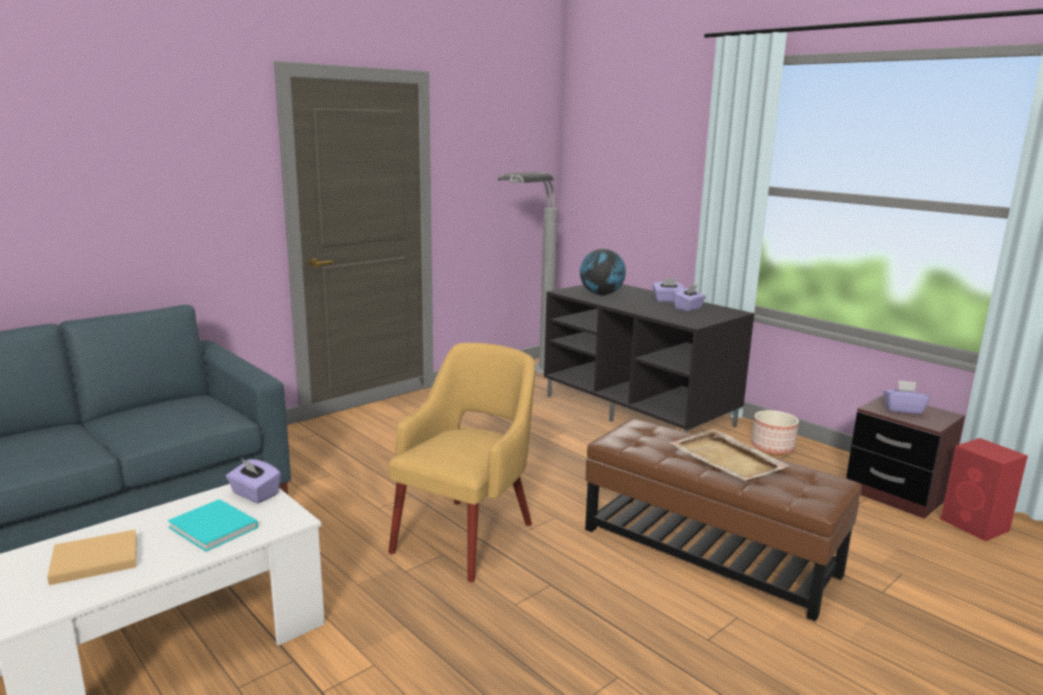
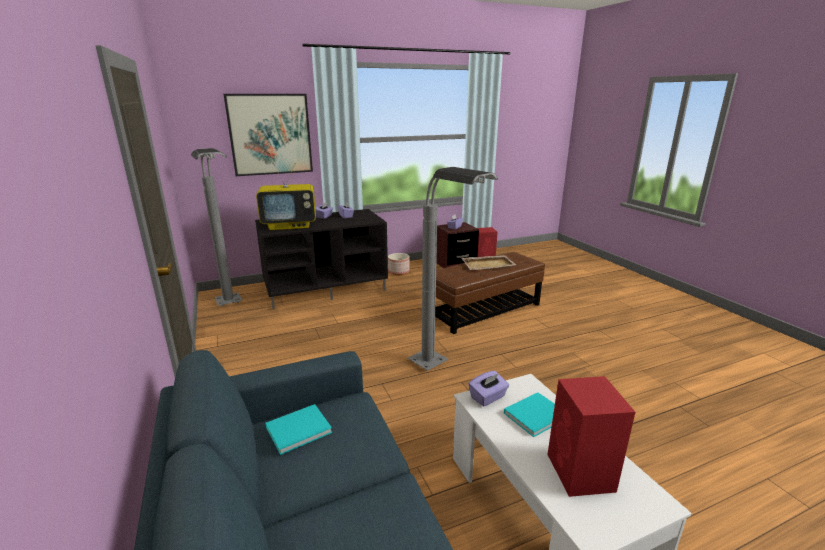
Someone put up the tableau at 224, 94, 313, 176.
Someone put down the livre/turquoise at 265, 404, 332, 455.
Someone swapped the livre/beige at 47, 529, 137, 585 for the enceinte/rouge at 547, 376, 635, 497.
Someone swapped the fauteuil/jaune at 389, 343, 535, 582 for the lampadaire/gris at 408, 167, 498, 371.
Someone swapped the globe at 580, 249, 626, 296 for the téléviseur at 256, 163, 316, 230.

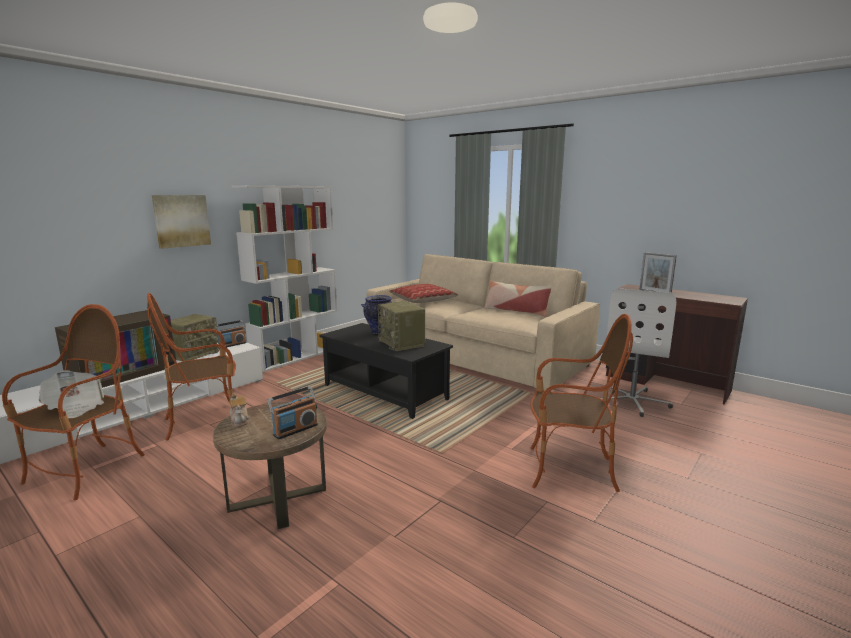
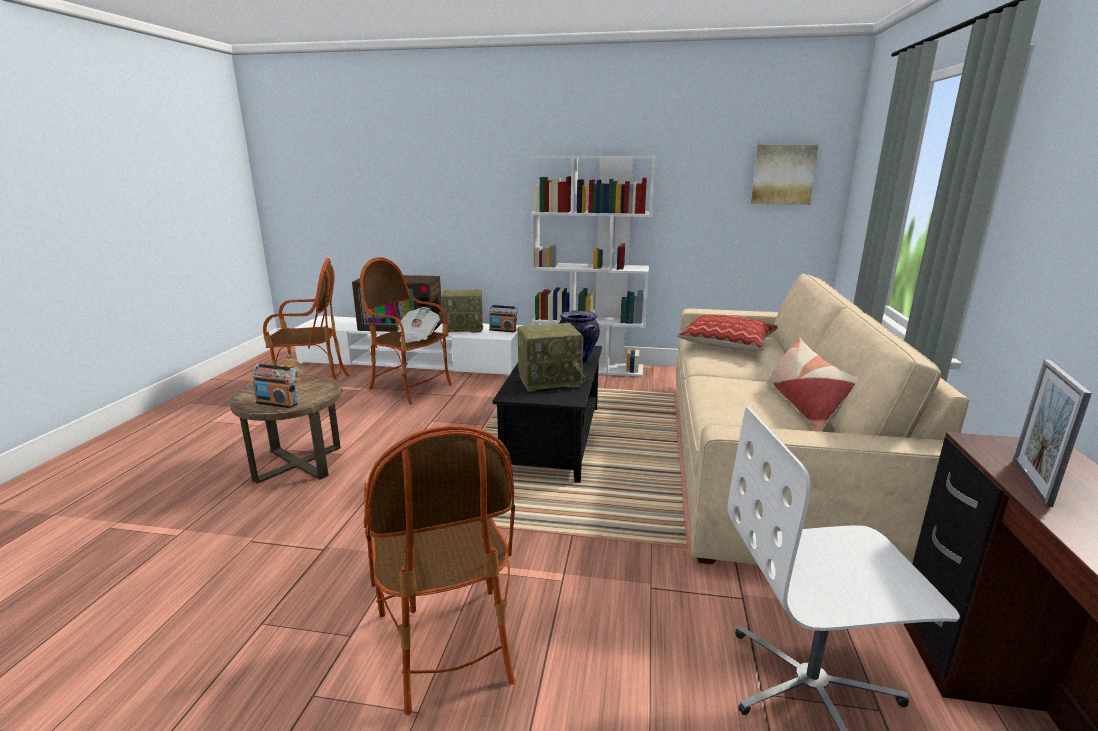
Someone carried the journal from 38, 370, 104, 418 to 398, 307, 440, 343.
Someone carried the tableau from 152, 195, 211, 249 to 751, 145, 818, 205.
Someone rotated the radio at 378, 301, 425, 351 by 135 degrees counterclockwise.

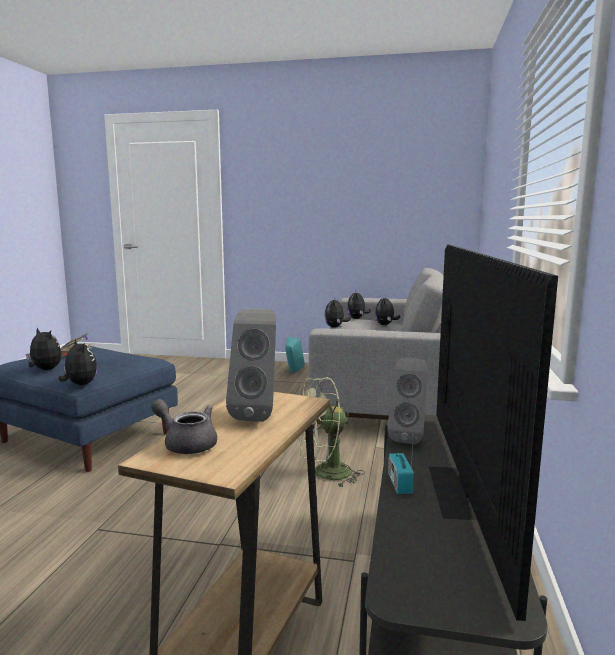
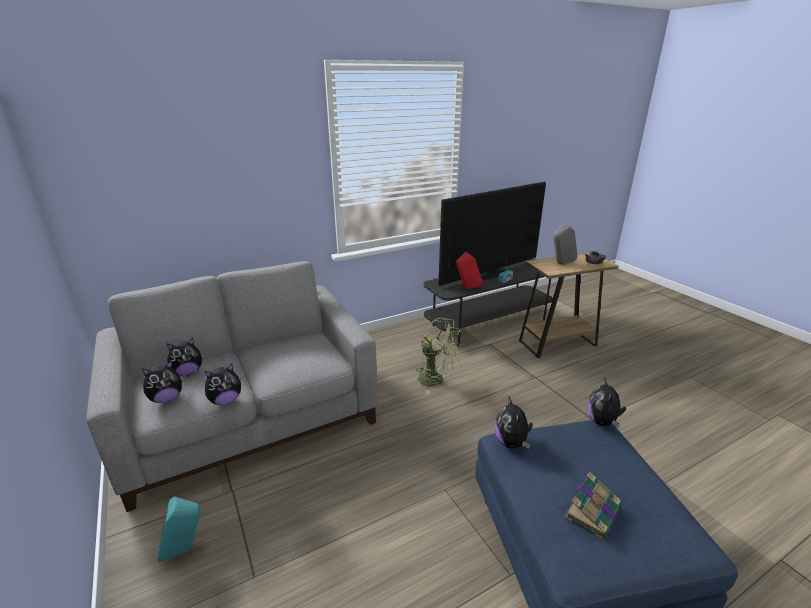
Someone carried the peluche from 26, 327, 62, 370 to 495, 397, 533, 449.
Someone repainted the enceinte/gris at 387, 358, 427, 444, which became the enceinte/rouge at 456, 251, 483, 289.

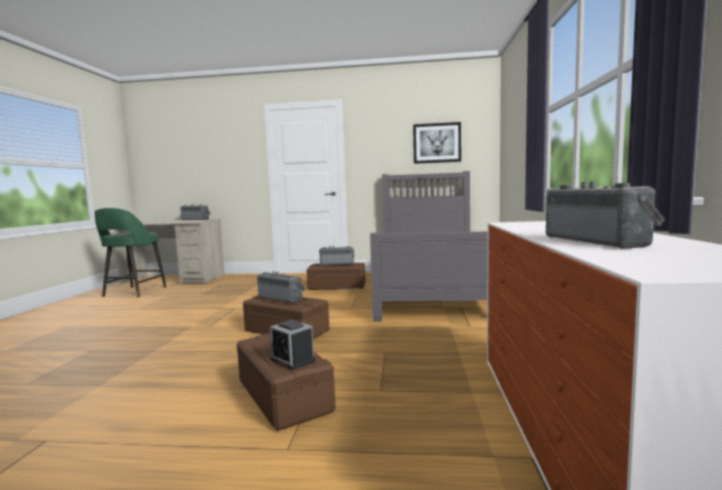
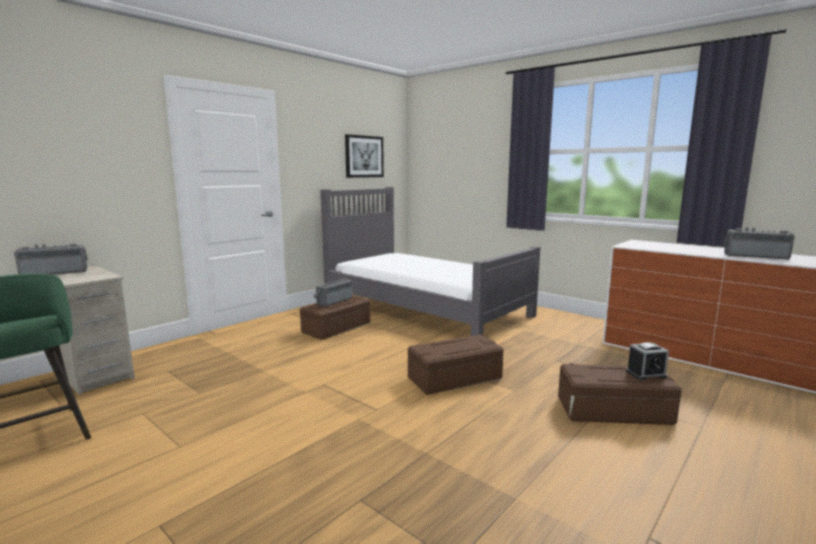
Someone took away the radio at 257, 271, 306, 303.

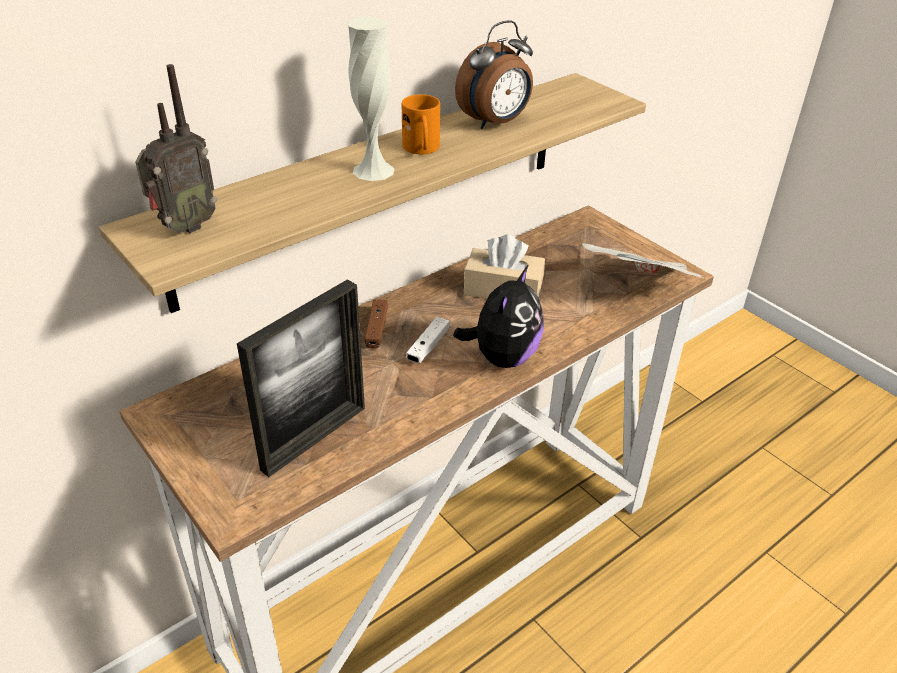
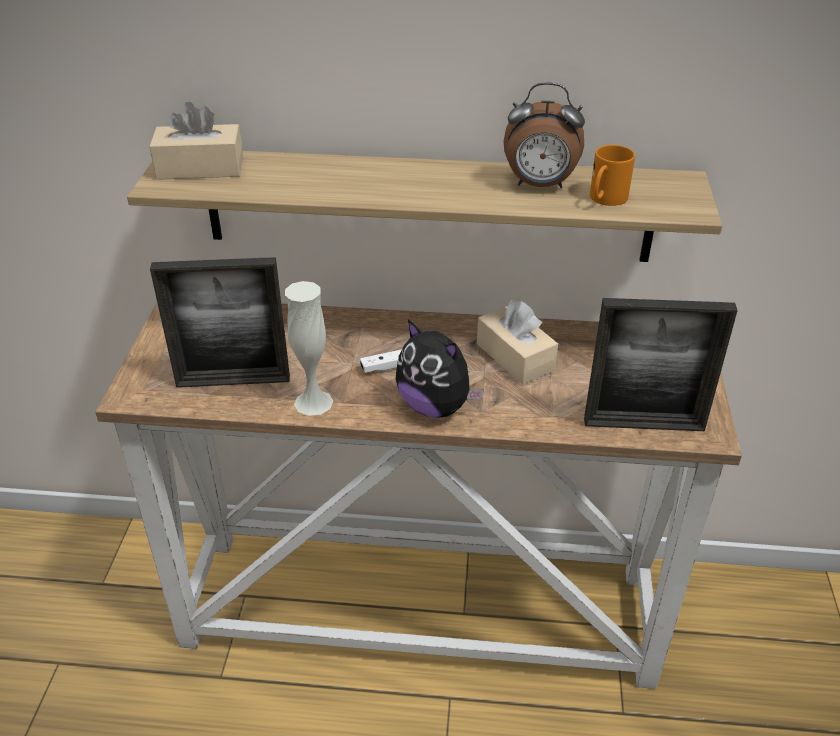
Someone took away the manette/marron at 365, 299, 388, 349.
Someone carried the vase/blanc from 347, 16, 394, 181 to 285, 281, 333, 416.
Someone carried the mug/orange from 402, 94, 440, 154 to 590, 145, 635, 206.
Someone swapped the radio at 136, 64, 217, 233 for the boîte à mouchoirs/beige at 149, 102, 243, 180.
Someone swapped the journal at 582, 243, 703, 278 for the cadre photo at 584, 298, 738, 431.
Someone rotated the peluche at 453, 266, 544, 368 by 60 degrees clockwise.

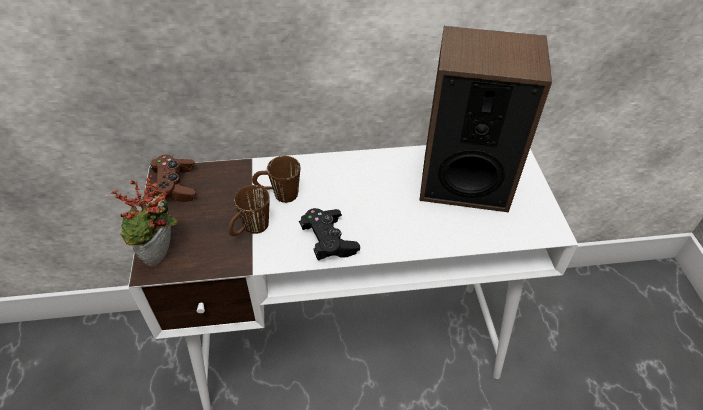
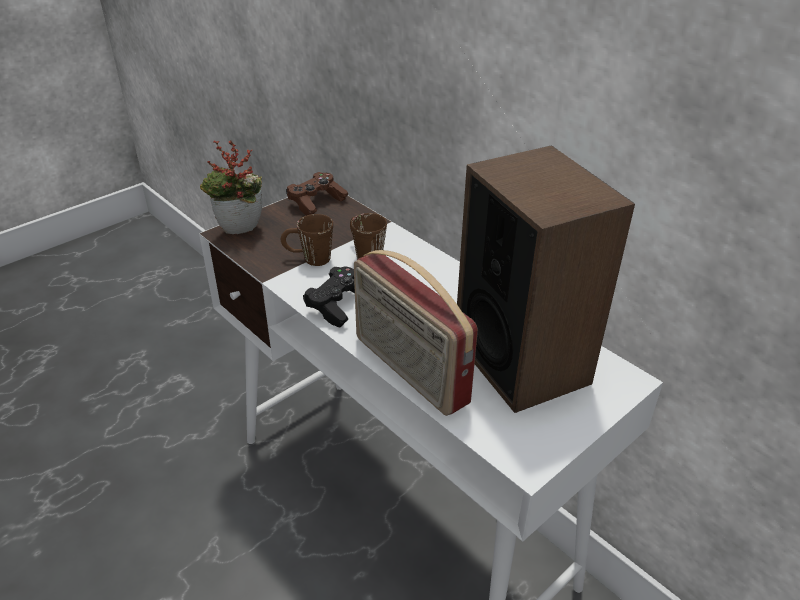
Someone put down the radio at 354, 250, 478, 416.

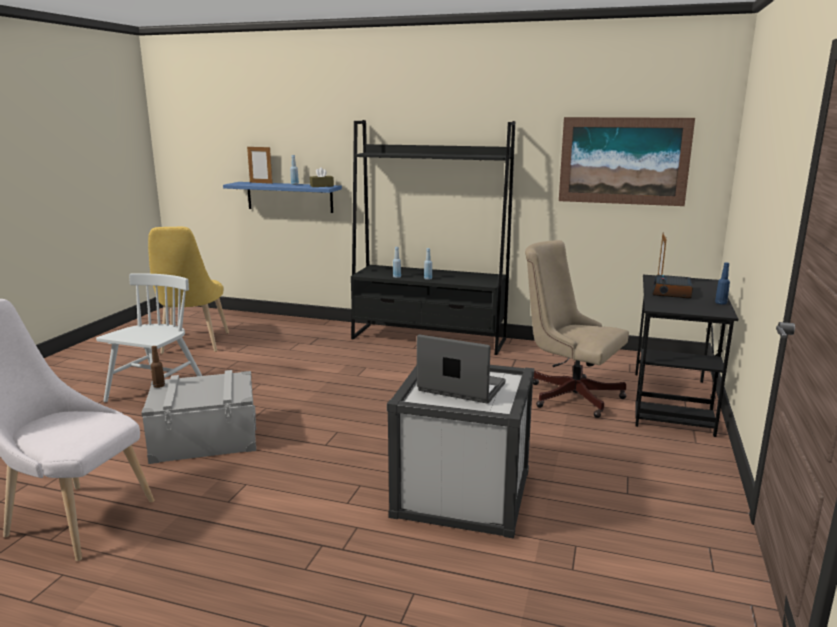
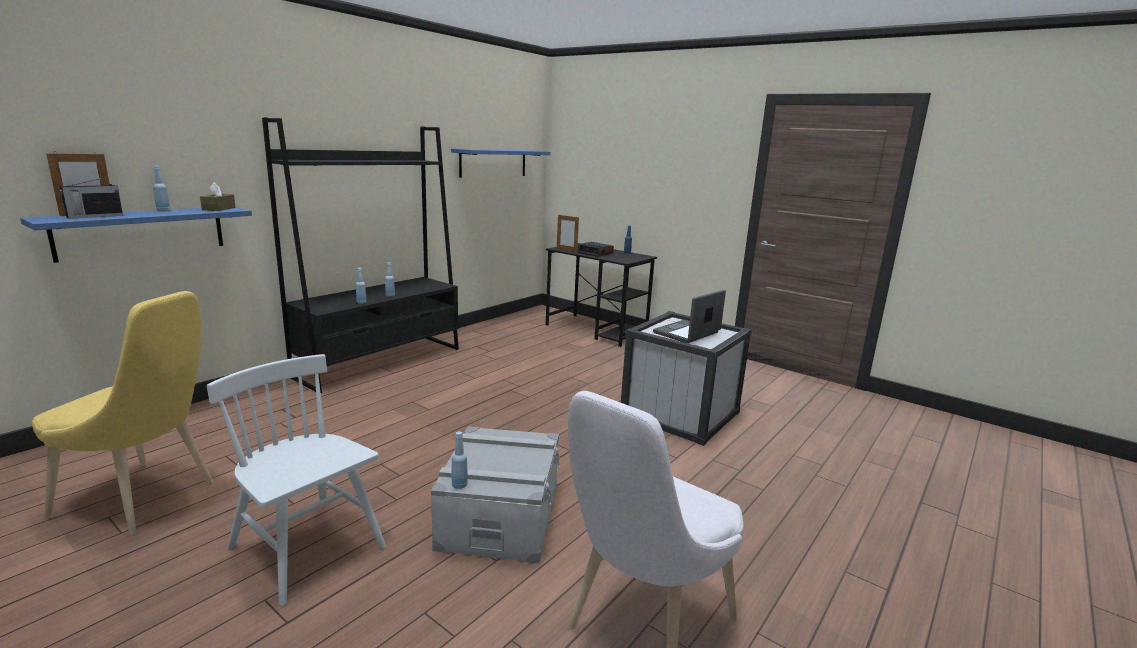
Someone took away the chaise de bureau/beige at 525, 240, 629, 418.
Someone put down the radio at 59, 177, 123, 219.
Someone swapped the tableau at 559, 117, 695, 206 for the étagère/bleu at 451, 149, 551, 178.
Someone repainted the bouteille/marron at 151, 346, 165, 388, which became the bouteille/bleu at 452, 431, 468, 489.

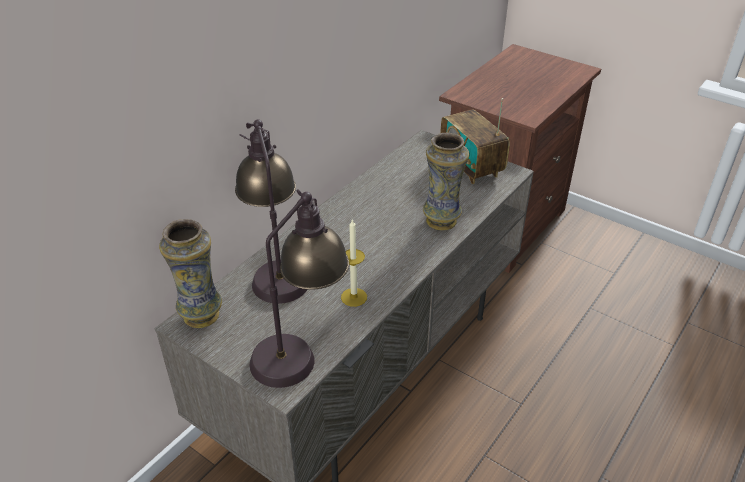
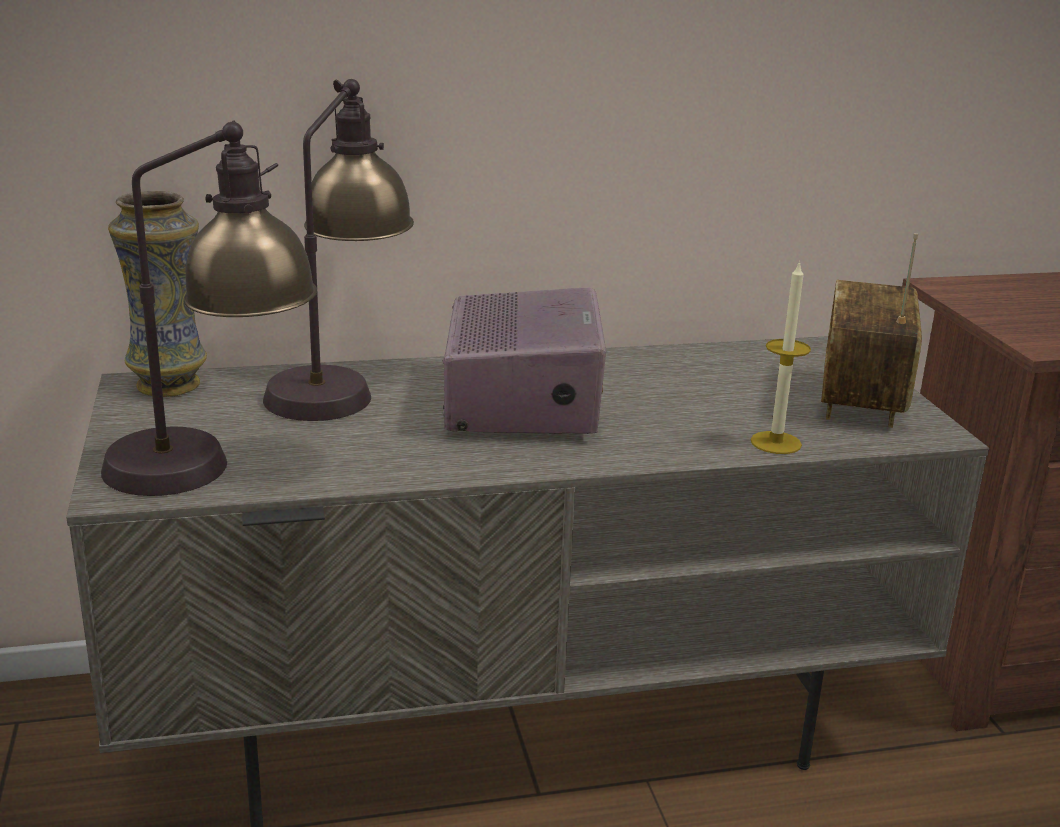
Someone took away the vase at 423, 133, 469, 230.
Someone put down the radio at 443, 287, 606, 434.
Someone carried the bougie from 341, 219, 367, 307 to 751, 260, 811, 454.

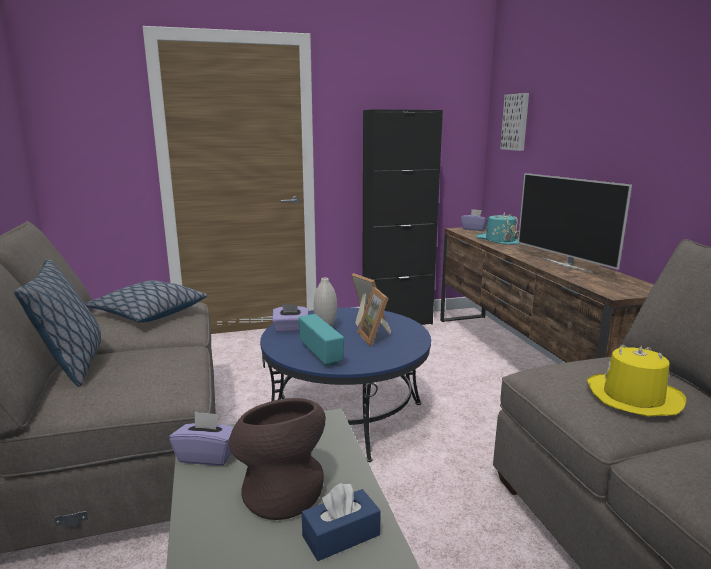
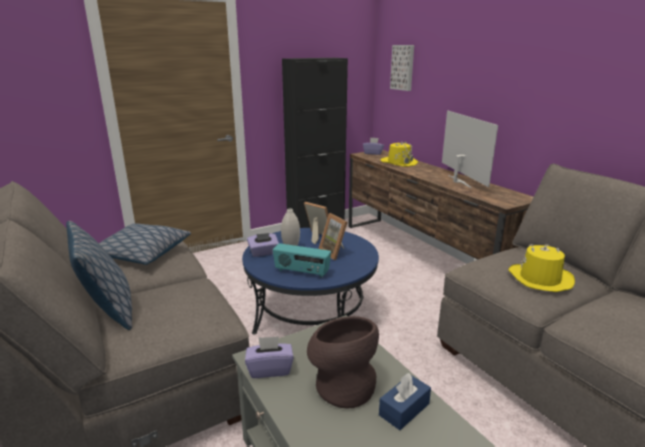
Someone repainted the chapeau/turquoise at 476, 212, 519, 245, which became the chapeau/jaune at 381, 142, 418, 167.
Someone rotated the radio at 298, 314, 344, 367 by 150 degrees clockwise.
Someone rotated the téléviseur at 518, 173, 632, 273 by 150 degrees counterclockwise.

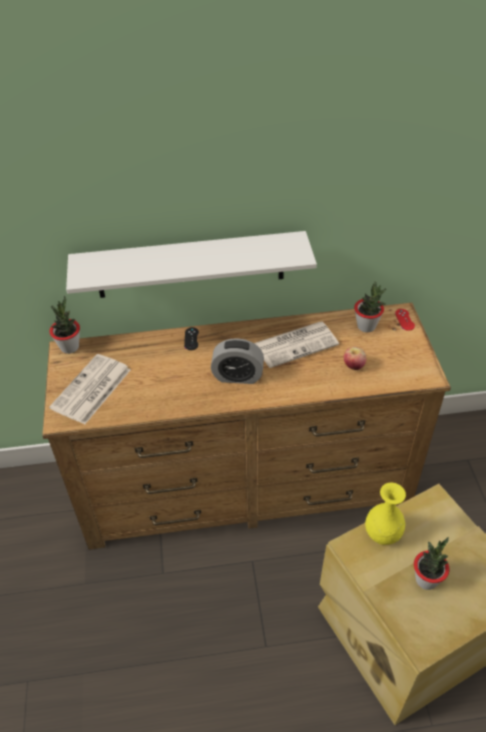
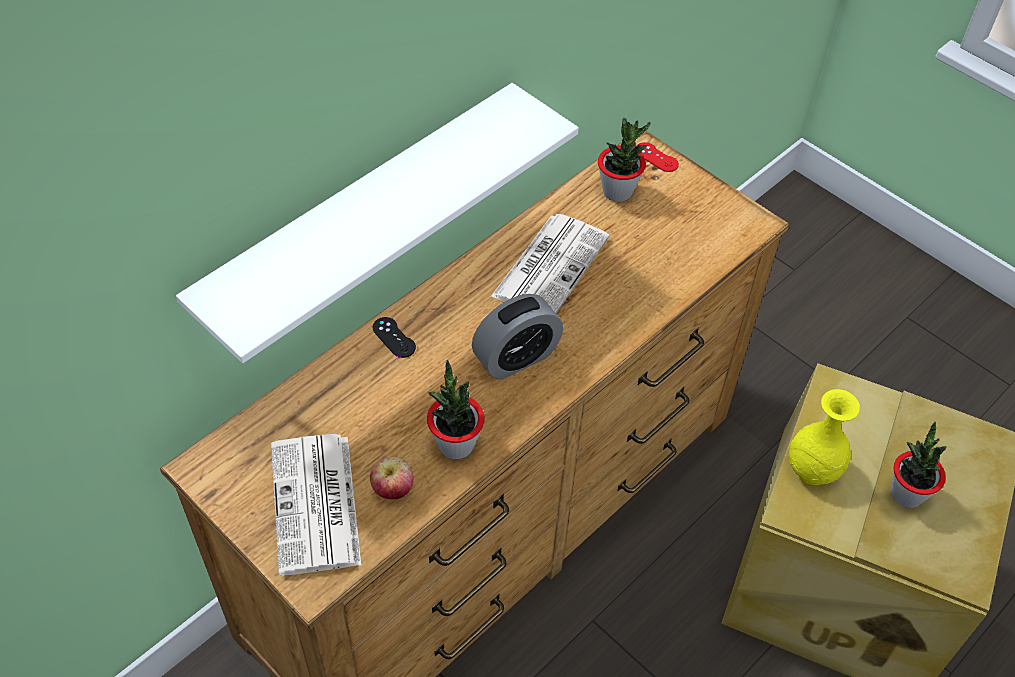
Someone carried the plante en pot from 50, 296, 80, 354 to 427, 360, 485, 459.
Someone carried the pomme from 344, 347, 366, 370 to 370, 457, 414, 499.

